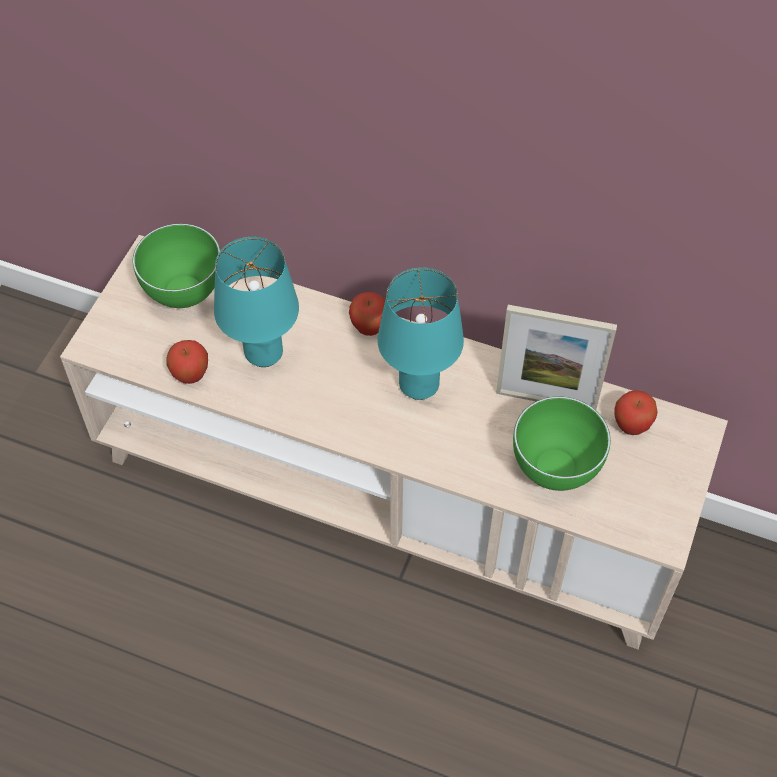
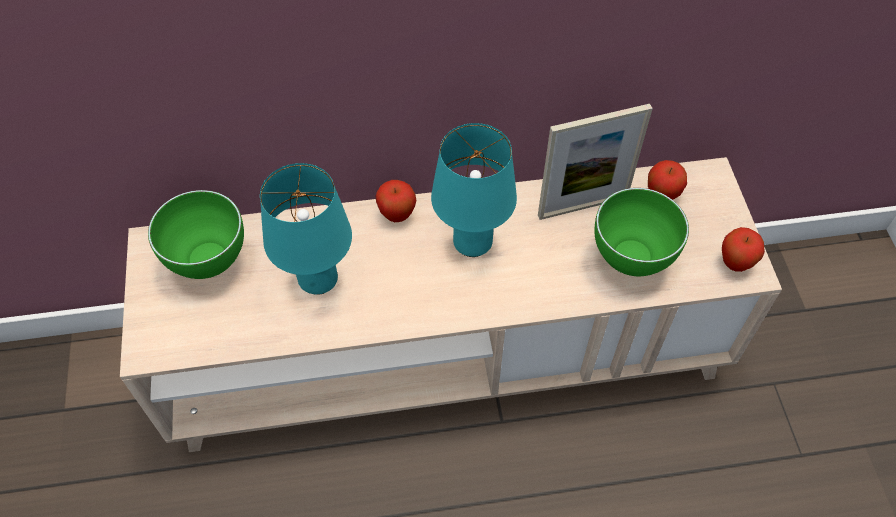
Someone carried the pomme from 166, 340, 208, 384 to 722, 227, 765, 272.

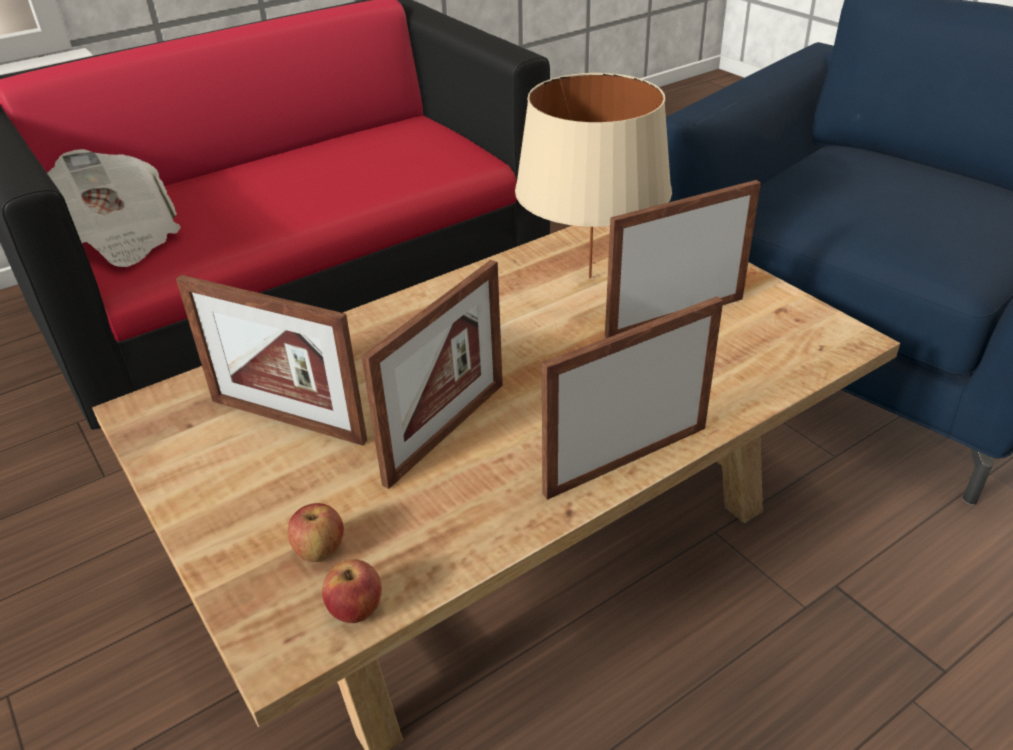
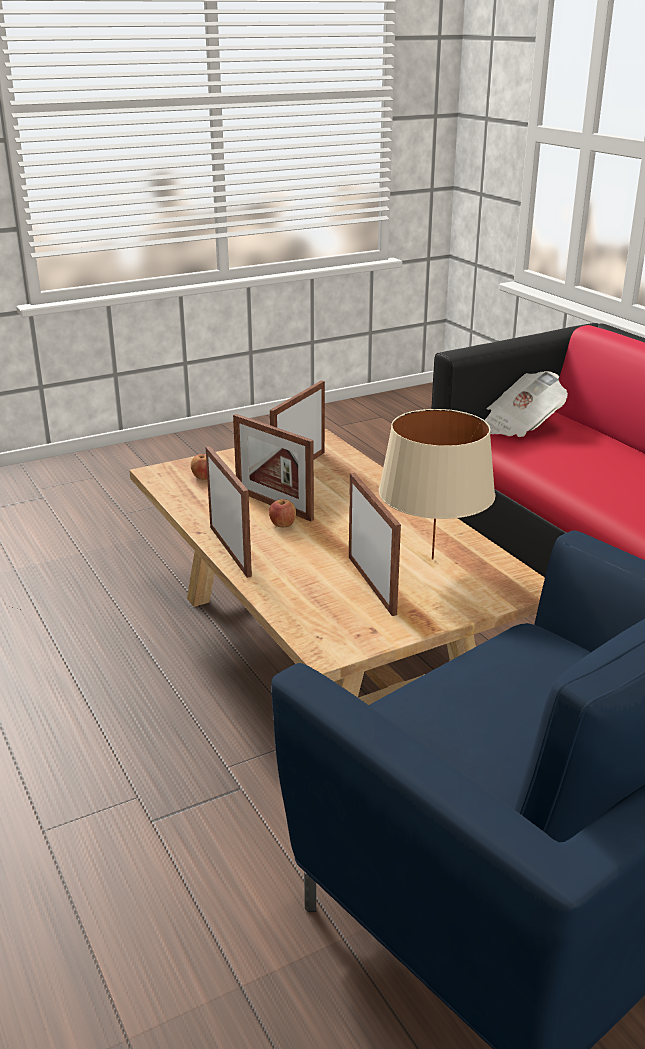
Someone carried the pomme from 322, 559, 382, 623 to 269, 499, 296, 527.

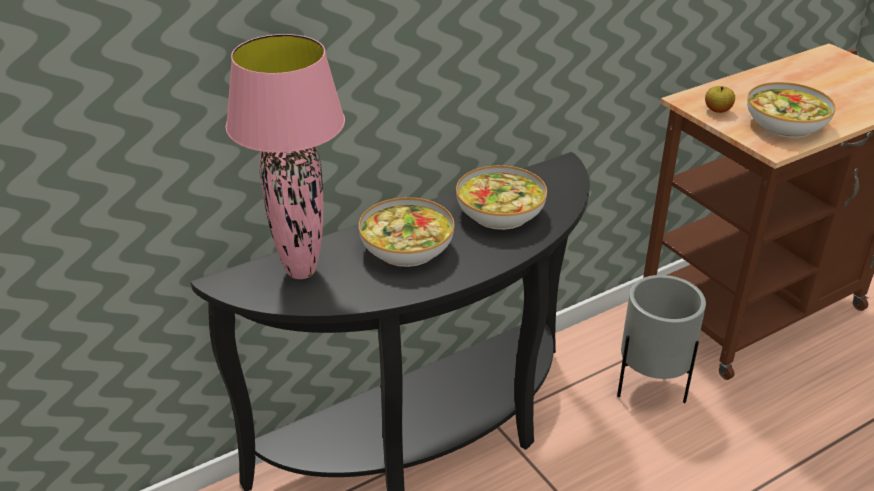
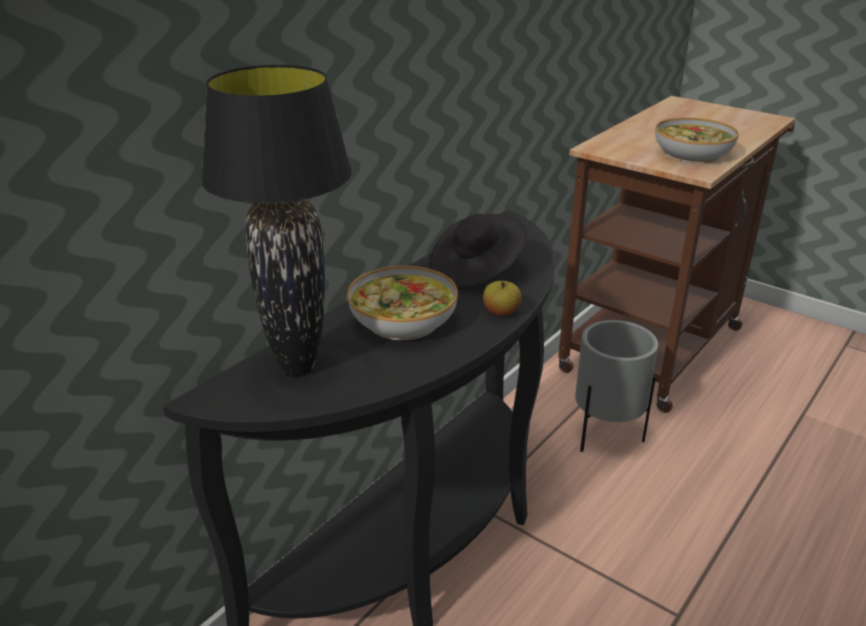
Someone carried the pomme from 705, 86, 735, 113 to 483, 281, 521, 316.
Someone swapped the bol at 456, 165, 547, 230 for the chapeau/noir at 429, 214, 528, 289.
Someone repainted the lampe de table/rose at 226, 34, 345, 279, which became the lampe de table/noir at 201, 65, 352, 376.

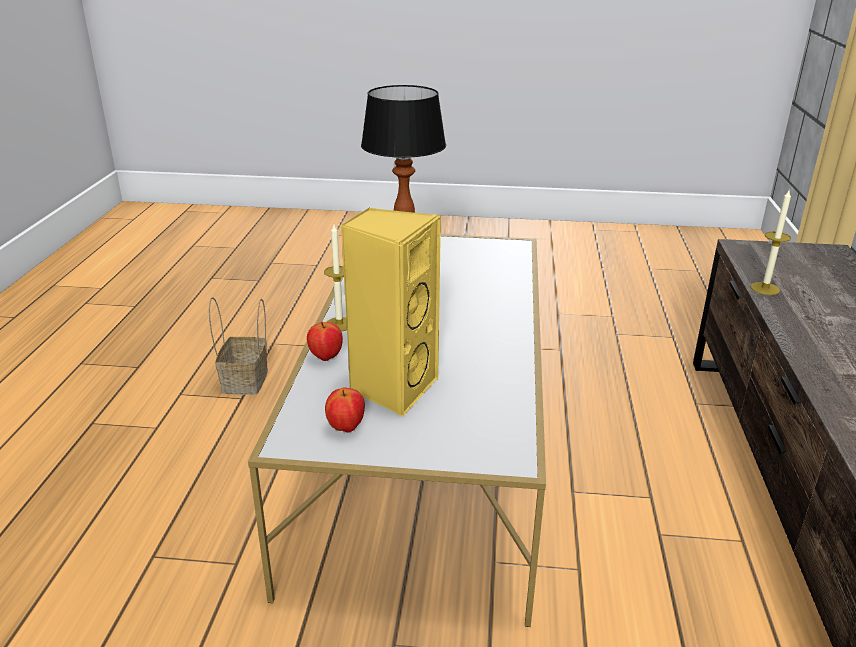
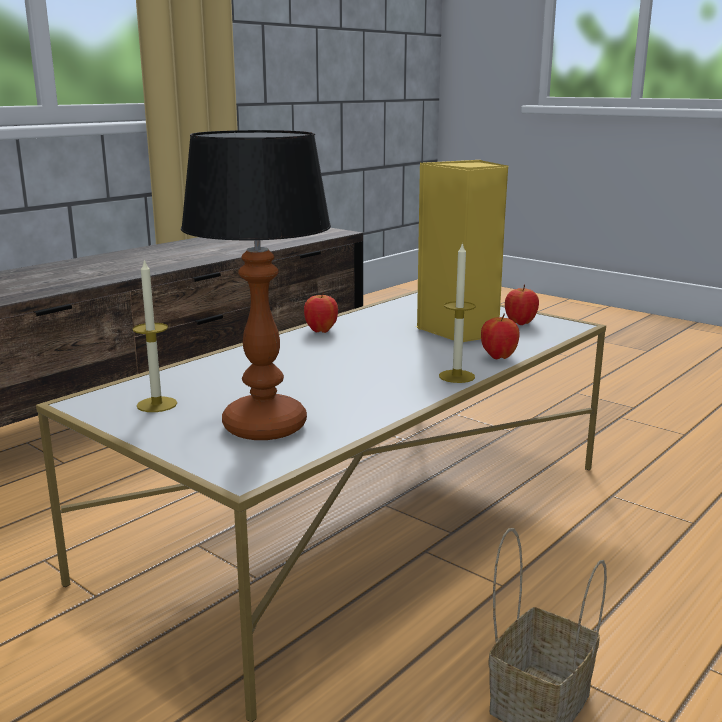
Someone put down the pomme at 304, 291, 338, 333.
Someone carried the bougie from 750, 190, 791, 295 to 132, 258, 177, 412.

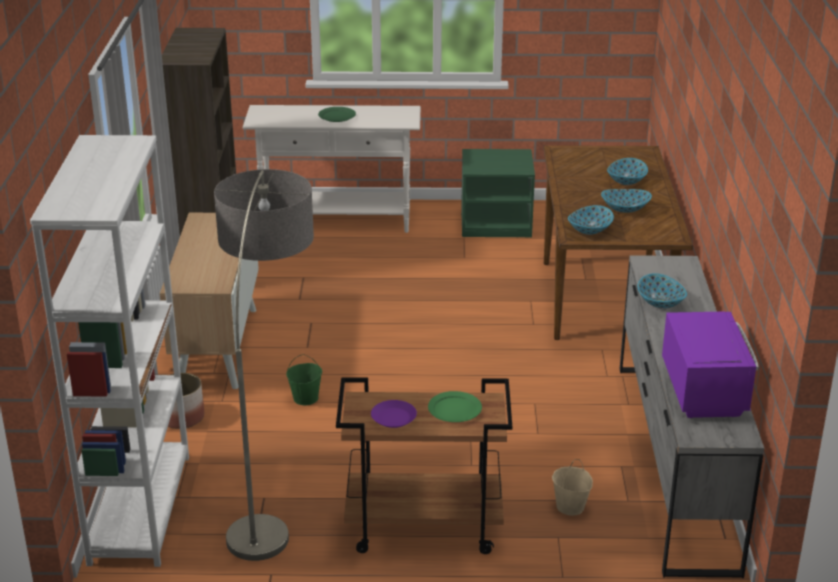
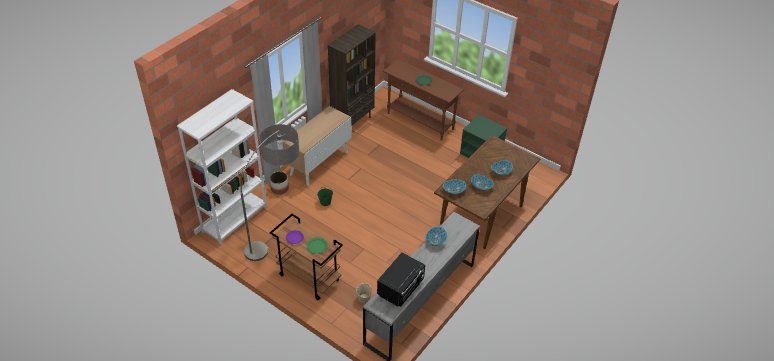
Someone repainted the table console/blanc at 243, 105, 421, 233, which became the table console/marron at 383, 59, 464, 141.
Someone repainted the micro-ondes/violet at 662, 311, 759, 418, which became the micro-ondes/noir at 377, 252, 425, 307.

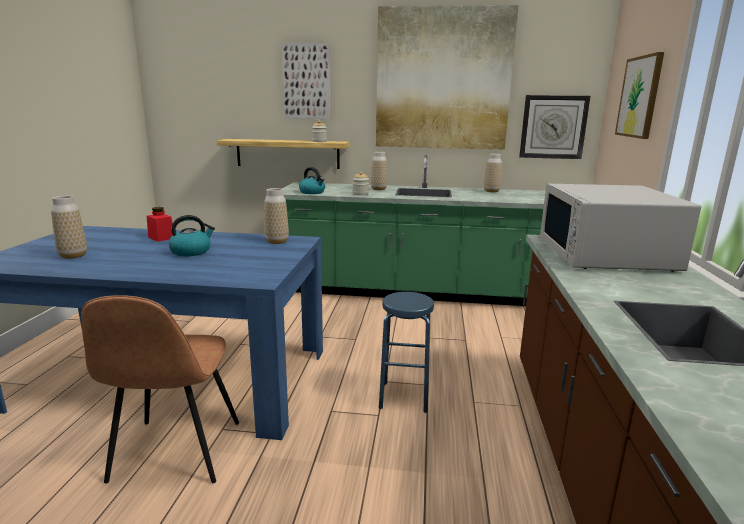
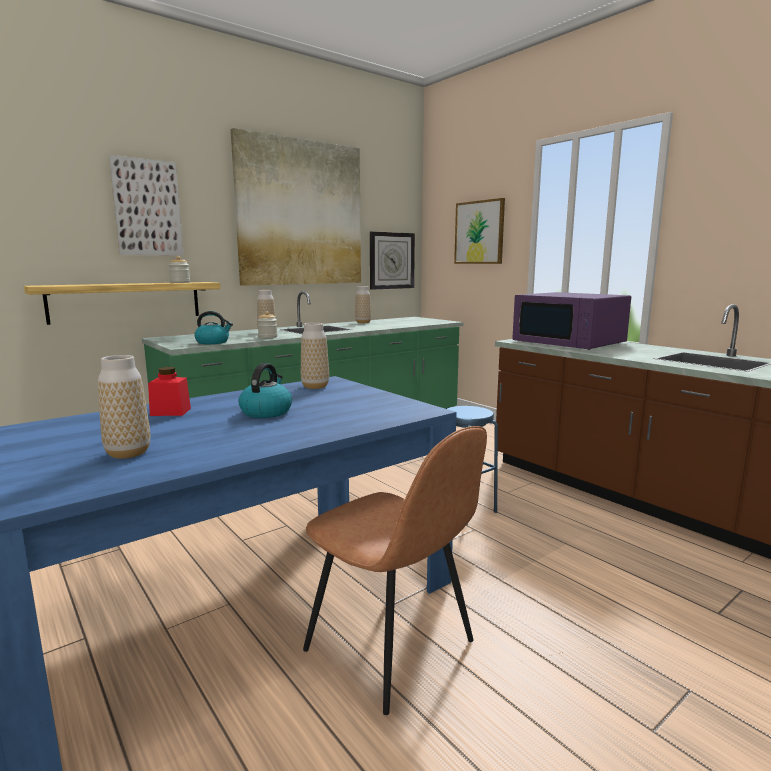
Someone repainted the micro-ondes/blanc at 540, 184, 701, 272, which became the micro-ondes/violet at 512, 292, 631, 350.

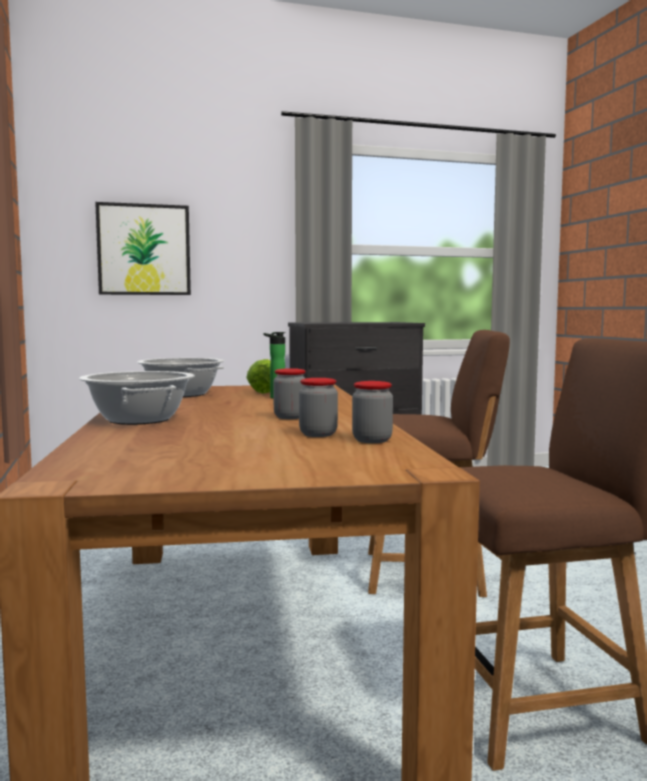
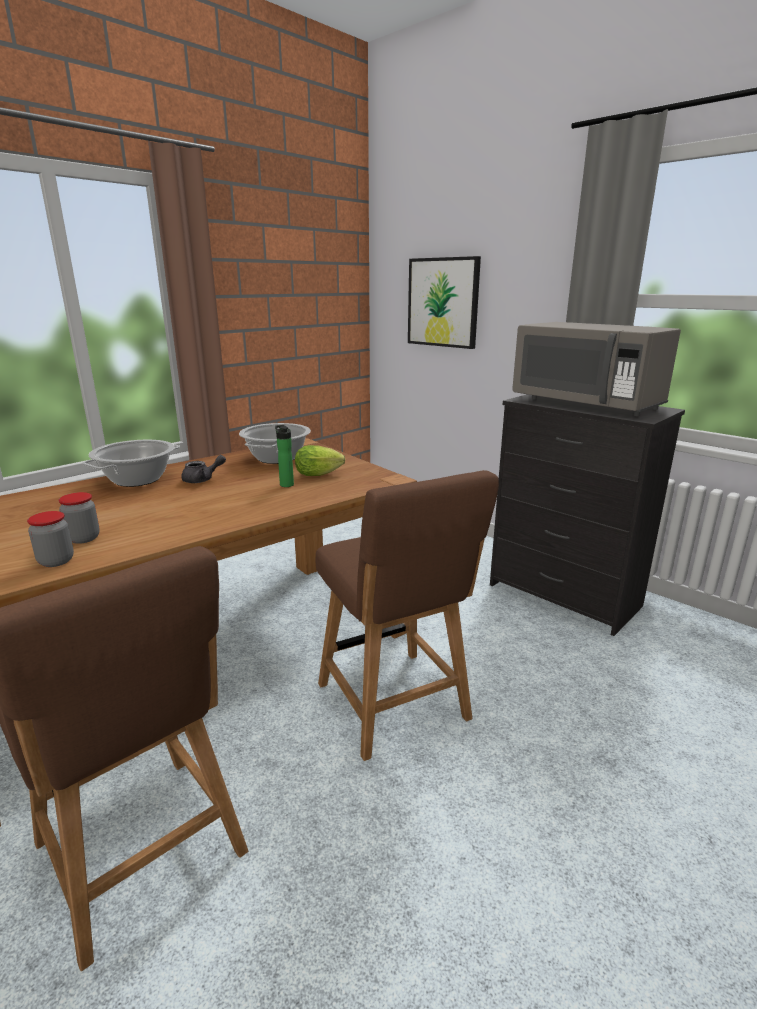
Someone took away the bocal at 273, 368, 306, 419.
Someone put down the théière/gris at 181, 455, 226, 483.
Someone put down the micro-ondes/gris at 512, 322, 681, 416.

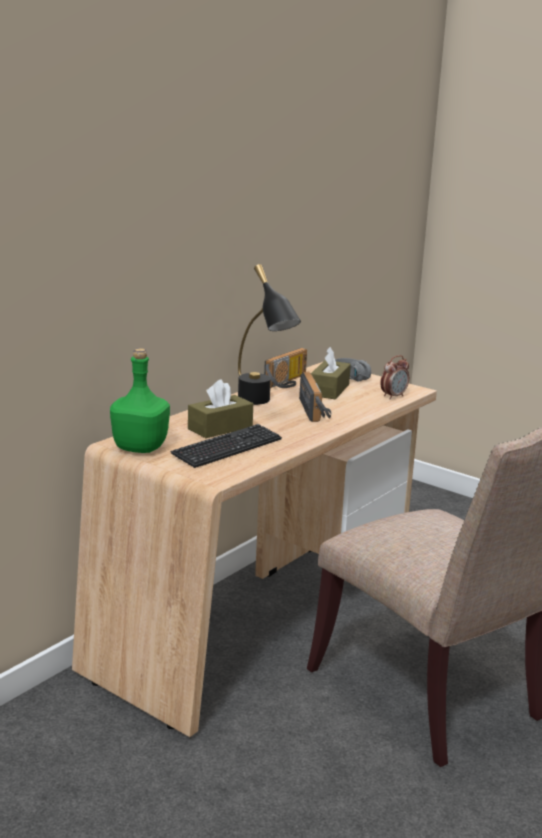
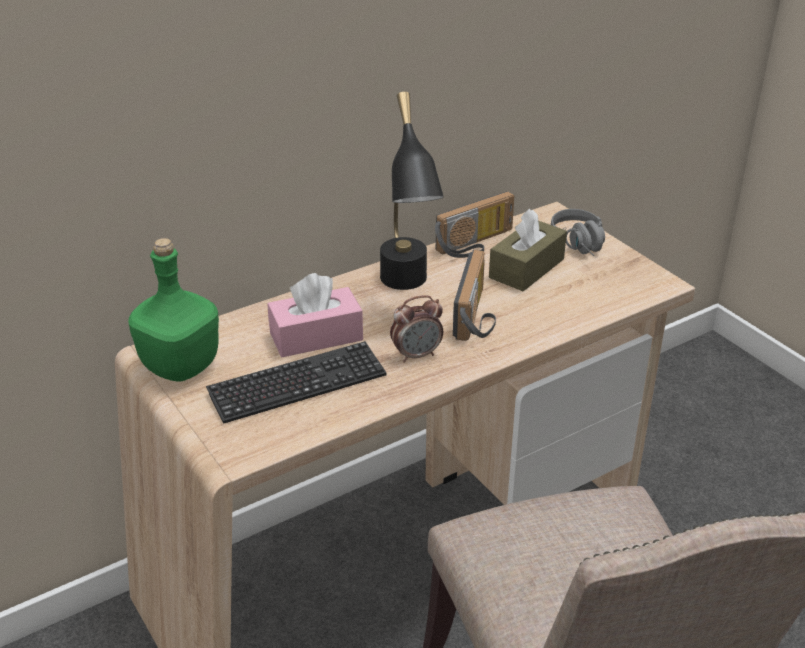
Someone carried the réveil from 380, 355, 409, 399 to 390, 295, 443, 363.
Someone repainted the boîte à mouchoirs/marron at 188, 379, 253, 438, which became the boîte à mouchoirs/rose at 267, 273, 363, 357.

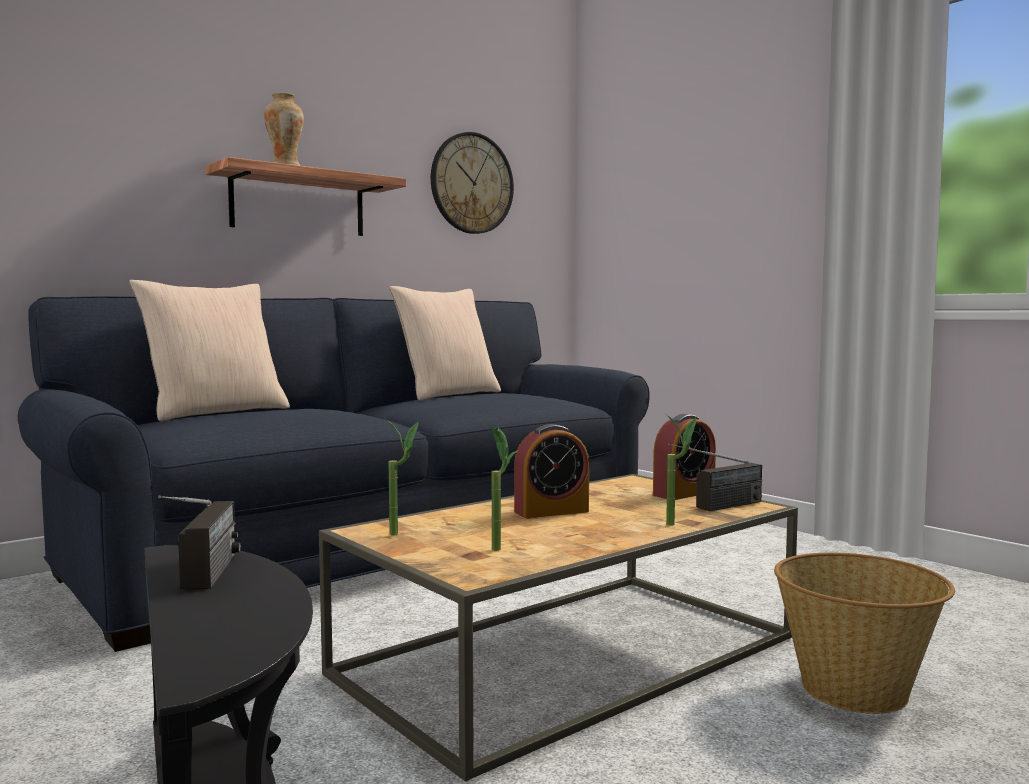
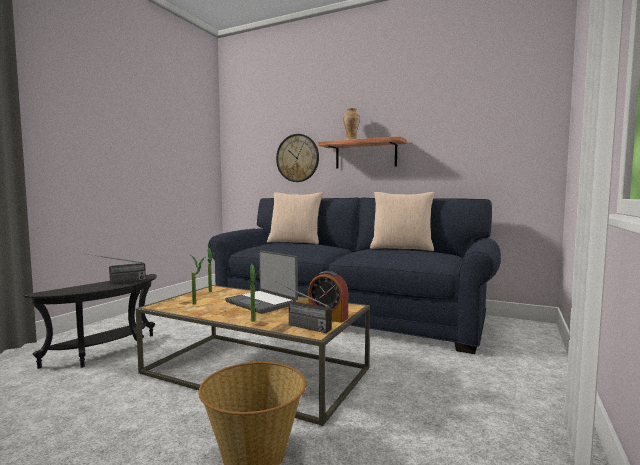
Someone carried the horloge murale from 431, 132, 514, 234 to 276, 134, 319, 182.
Someone swapped the réveil at 514, 424, 589, 518 for the ordinateur portable at 225, 251, 298, 314.

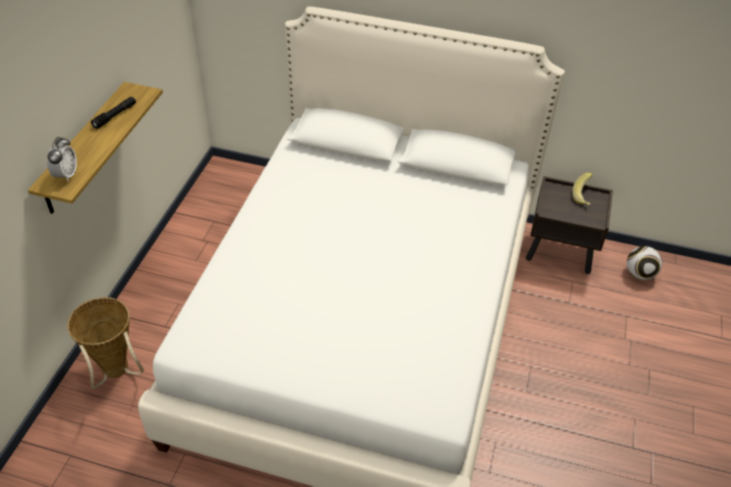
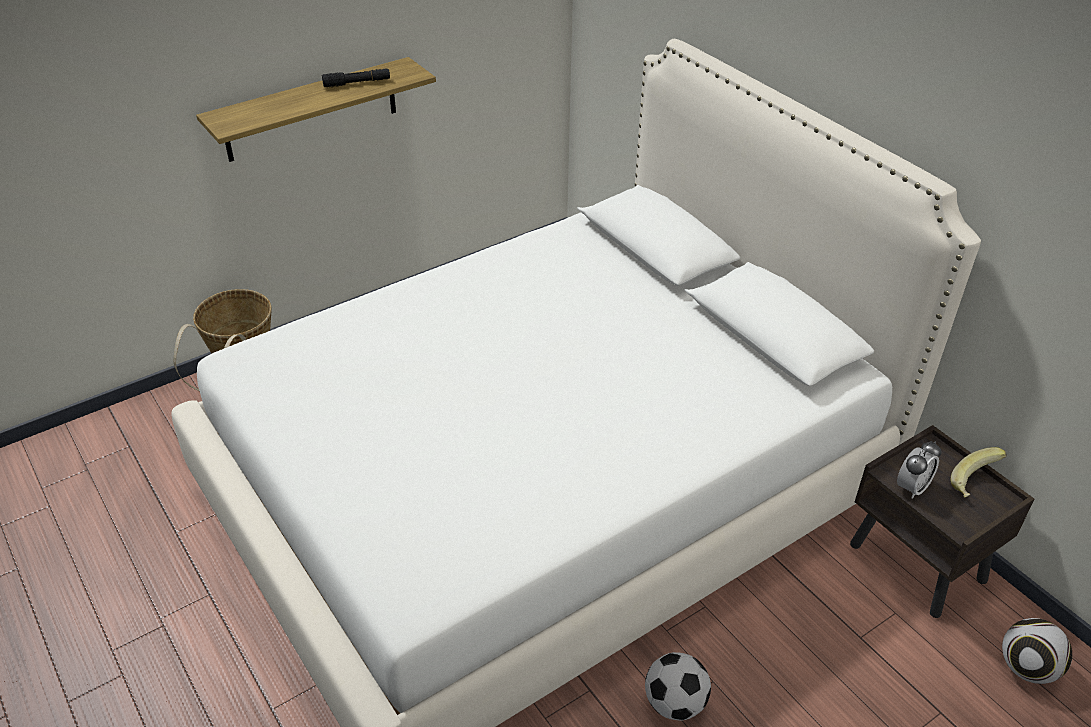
Someone put down the ballon de foot at 645, 652, 711, 721.
Someone carried the réveil from 47, 137, 77, 182 to 897, 441, 942, 499.

